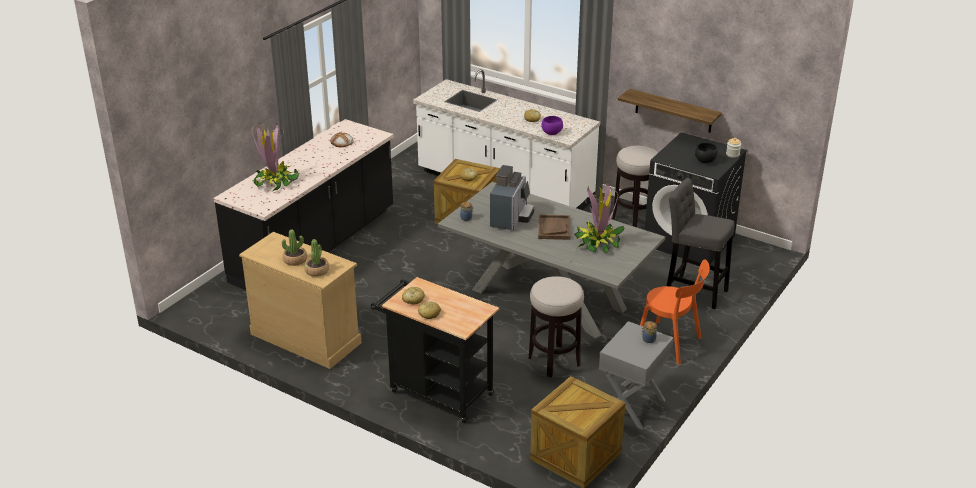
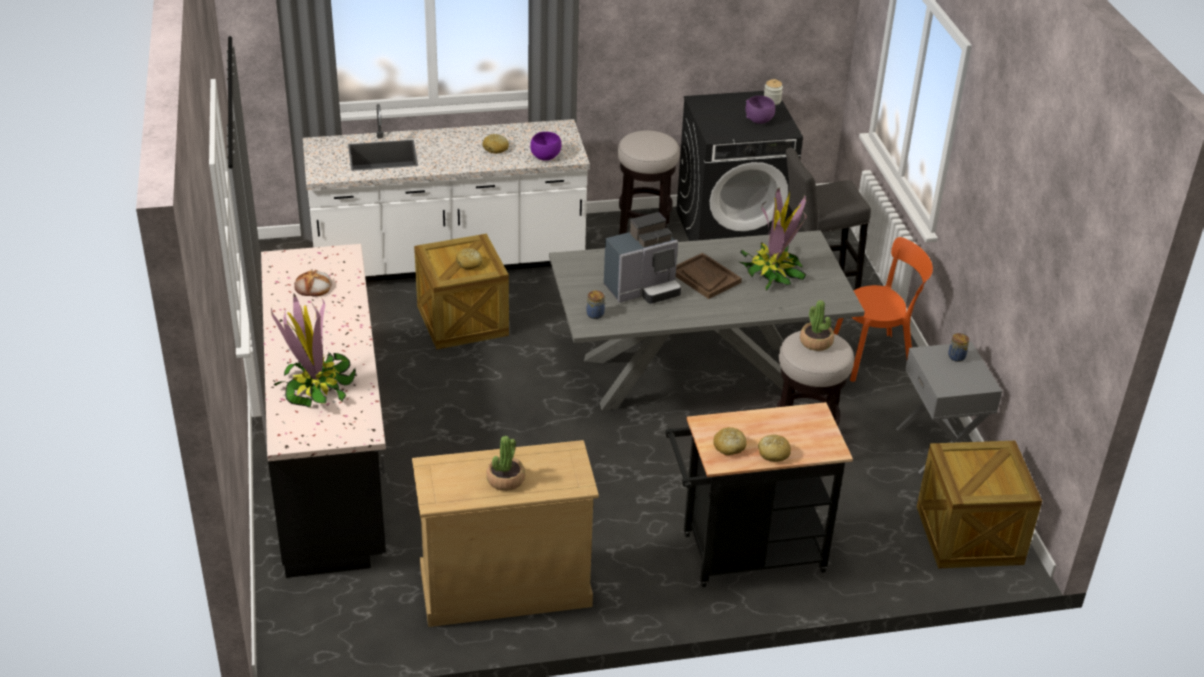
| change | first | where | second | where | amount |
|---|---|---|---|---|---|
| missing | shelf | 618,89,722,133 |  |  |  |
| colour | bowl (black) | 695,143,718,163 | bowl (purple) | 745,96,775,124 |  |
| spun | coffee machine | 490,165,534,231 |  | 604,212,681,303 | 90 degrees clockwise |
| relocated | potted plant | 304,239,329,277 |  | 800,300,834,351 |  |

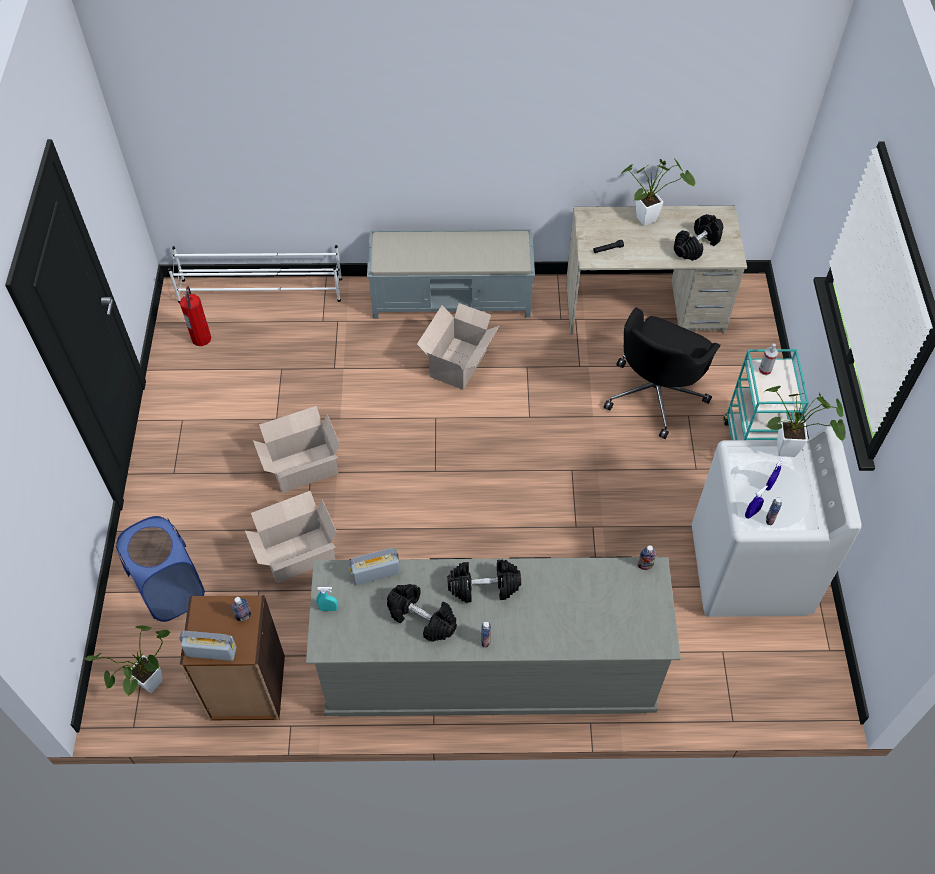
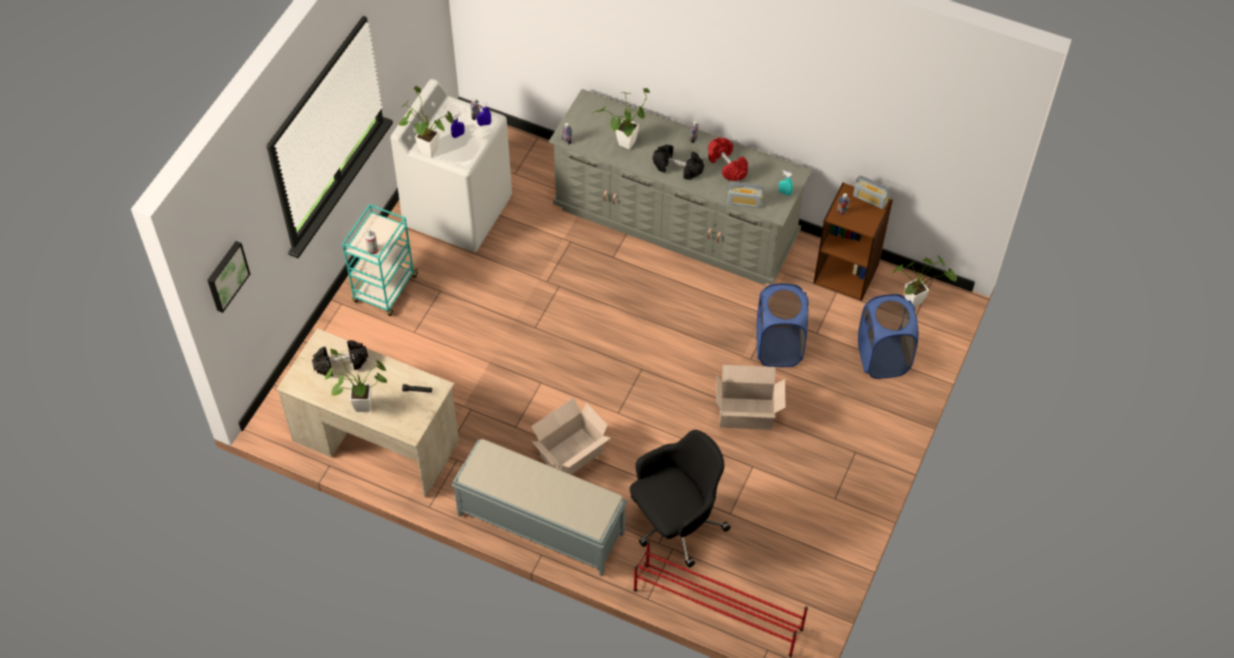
| change | first | where | second | where | amount |
|---|---|---|---|---|---|
| colour | shoe rack (white) | 168,245,342,303 | shoe rack (red) | 634,541,808,657 |  |
| missing | fire extinguisher | 180,286,211,346 |  |  |  |
| relocated | office chair (black) | 604,307,721,439 |  | 630,430,731,567 |  |
| exchanged | cardboard box | 245,491,337,583 | laundry basket (blue) | 756,284,809,367 |  |
| colour | dumbbell (black) | 387,584,457,642 | dumbbell (red) | 708,137,748,181 |  |
| appeared |  |  | potted plant | 594,88,650,149 |  |
| appeared |  |  | picture | 208,241,250,313 |  |

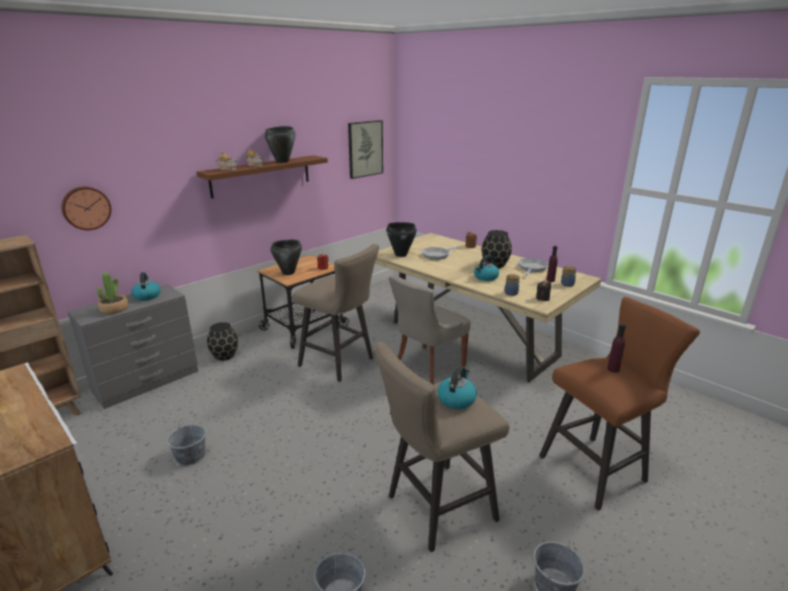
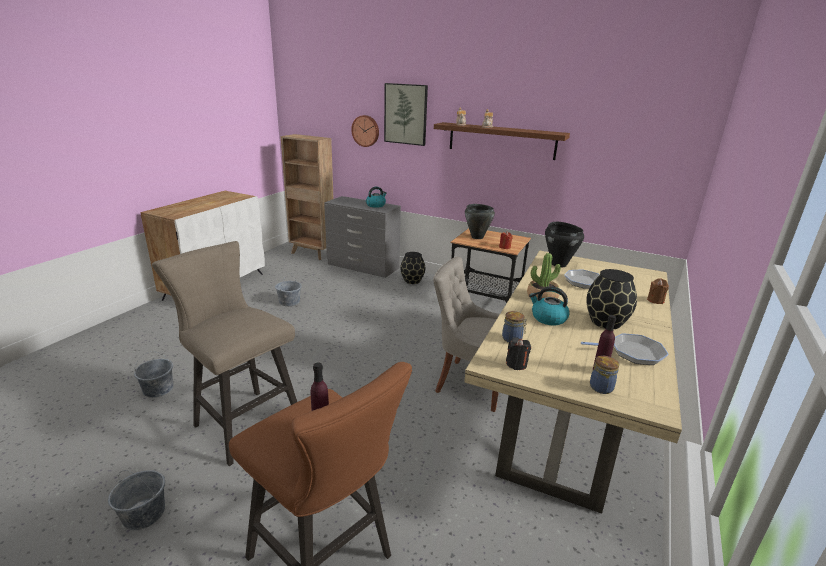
| change | first | where | second | where | amount |
|---|---|---|---|---|---|
| relocated | picture | 348,120,383,179 |  | 384,83,428,146 |  |
| missing | cooking pot (black) | 265,126,295,163 |  |  |  |
| missing | stool (beige) | 292,244,379,382 |  |  |  |
| relocated | potted plant | 97,272,129,314 |  | 527,253,561,299 |  |
| missing | kettle | 438,366,477,409 |  |  |  |

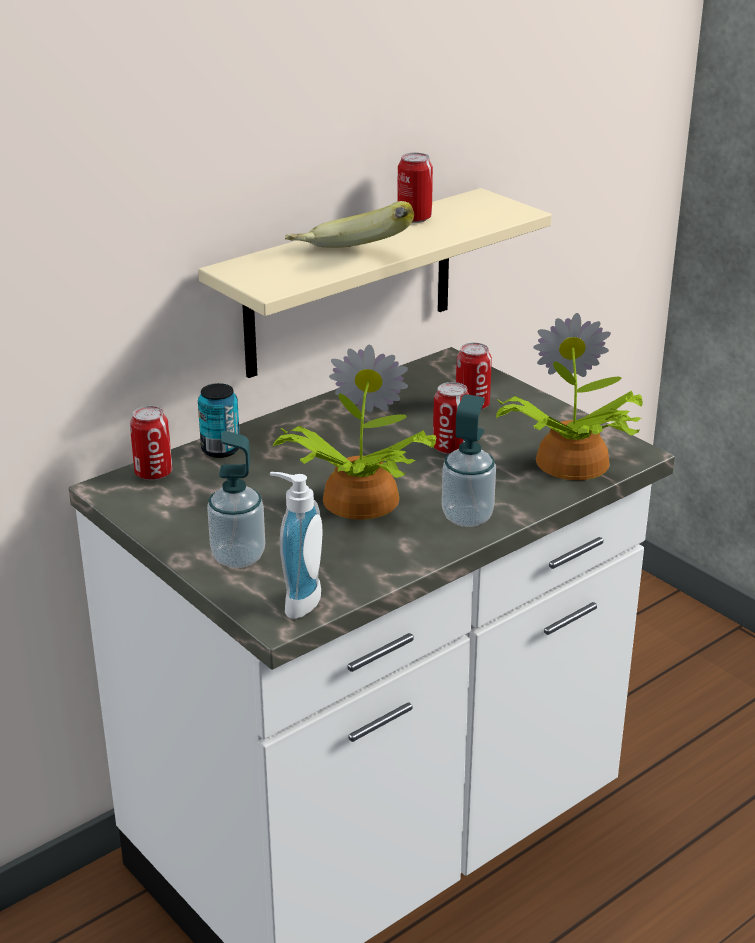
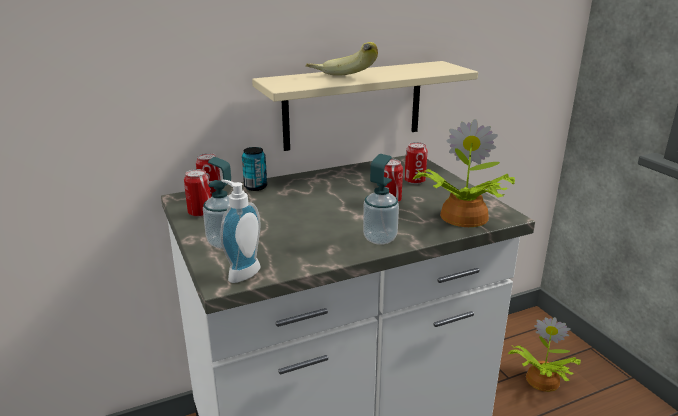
| change | first | where | second | where | amount |
|---|---|---|---|---|---|
| relocated | can | 397,153,433,223 |  | 184,169,211,217 |  |
| relocated | potted plant | 271,344,436,520 |  | 509,317,581,392 |  |

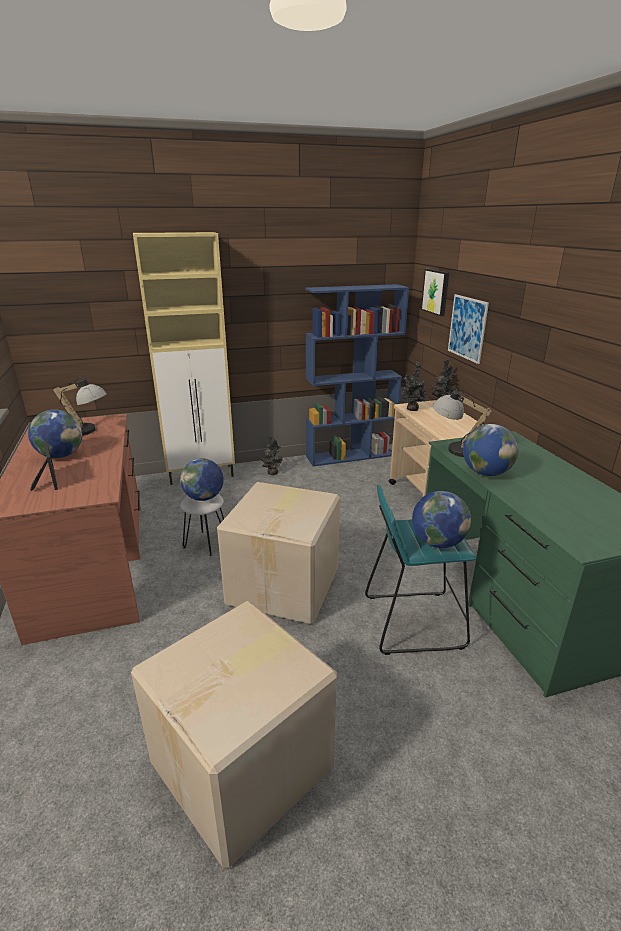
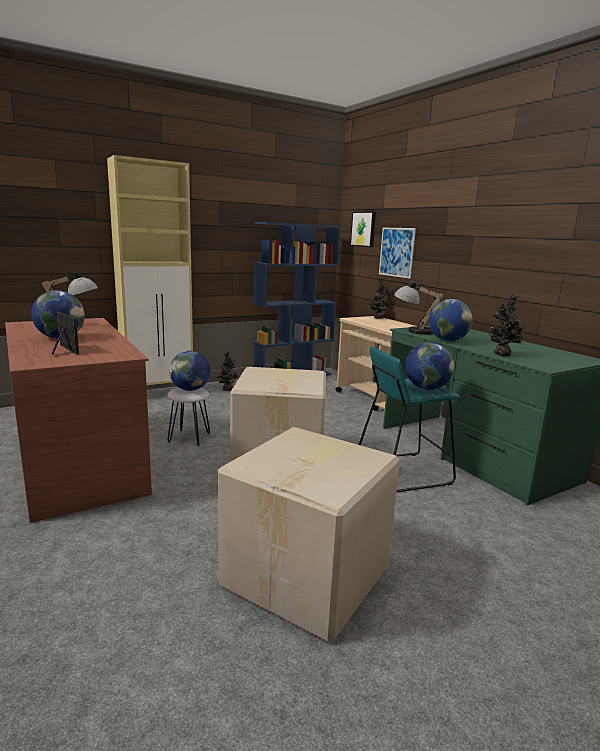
| change | first | where | second | where | amount |
|---|---|---|---|---|---|
| relocated | potted plant | 402,362,429,411 |  | 489,293,525,356 |  |

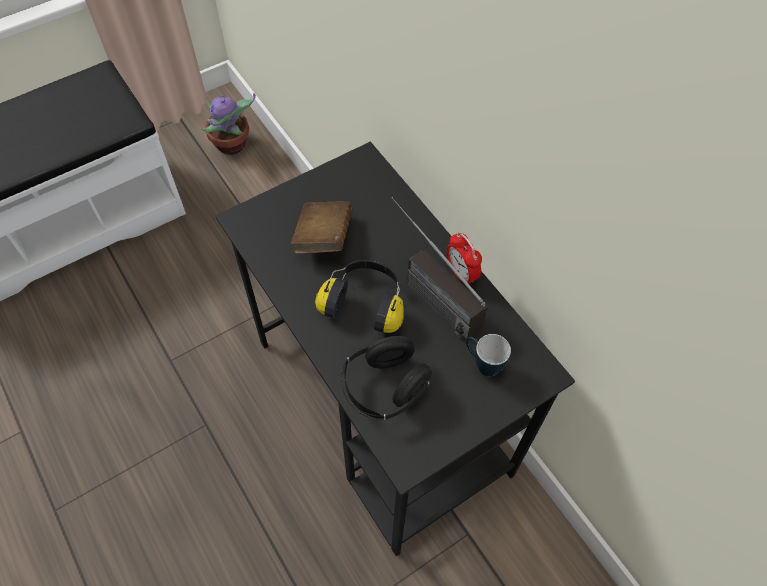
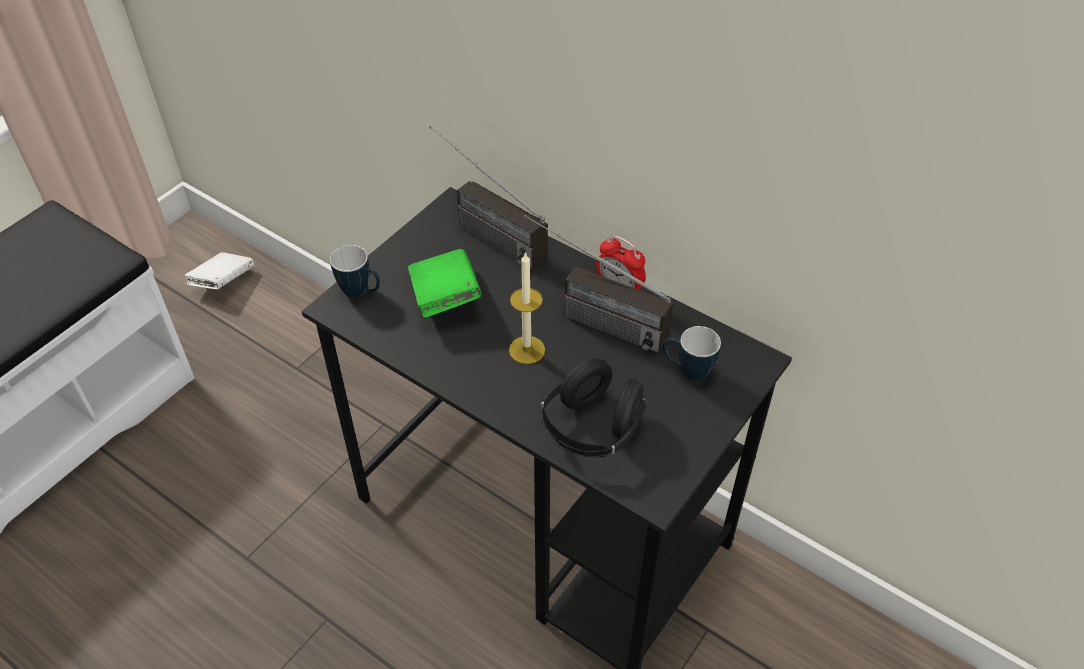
| change | first | where | second | where | amount |
|---|---|---|---|---|---|
| exchanged | potted plant | 201,93,256,155 | book (white) | 184,252,254,289 |  |
| colour | book (brown) | 291,201,353,253 | book (green) | 408,249,481,318 |  |
| exchanged | headphones | 315,260,404,333 | candle | 509,252,545,364 |  |
| appeared |  |  | radio | 429,126,548,270 |  |
| appeared |  |  | mug | 330,245,380,298 |  |

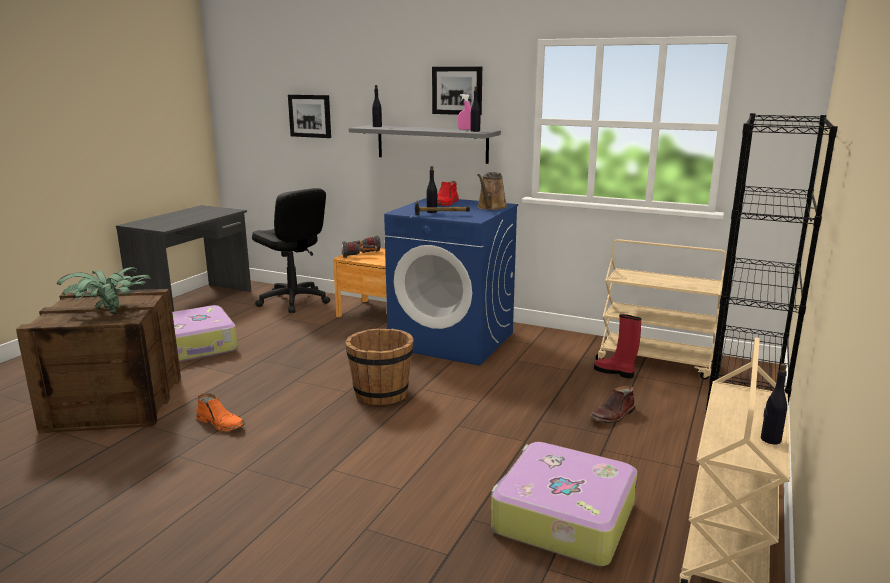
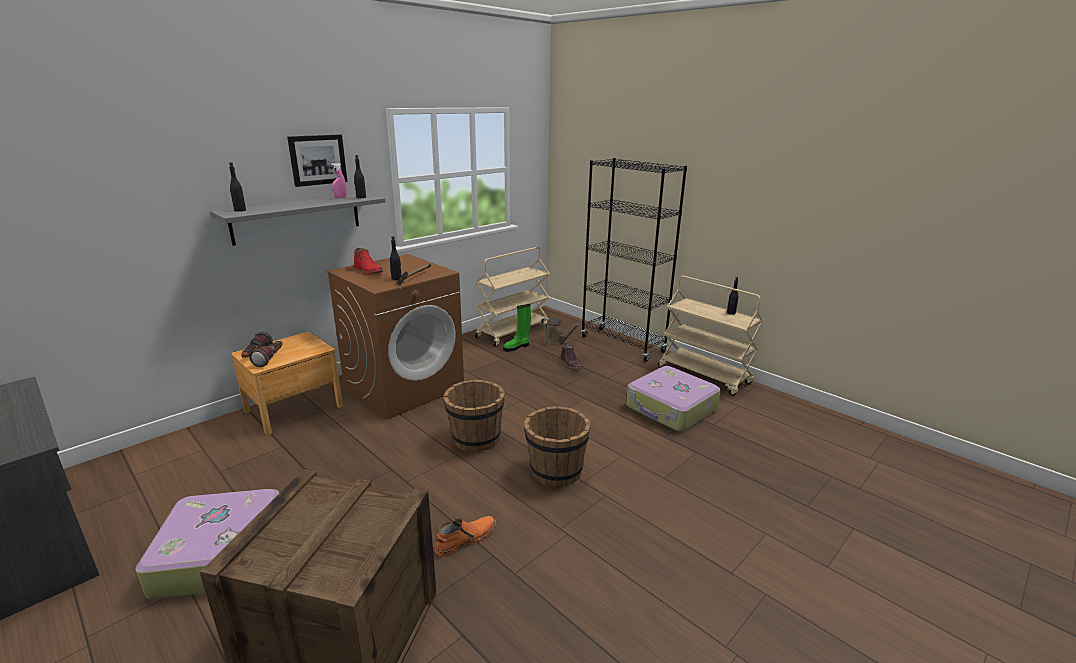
| change | first | where | second | where | amount |
|---|---|---|---|---|---|
| missing | picture | 288,94,331,138 |  |  |  |
| relocated | watering can (brown) | 477,172,508,210 |  | 541,317,580,347 |  |
| missing | office chair (black) | 252,188,330,313 |  |  |  |
| colour | washing machine (blue) | 384,198,518,366 | washing machine (brown) | 326,254,464,420 |  |
| missing | potted plant | 57,267,151,314 |  |  |  |
| colour | boot (red) | 594,314,641,378 | boot (green) | 503,304,531,352 |  |
| appeared |  |  | bucket (brown) | 524,406,591,487 |  |

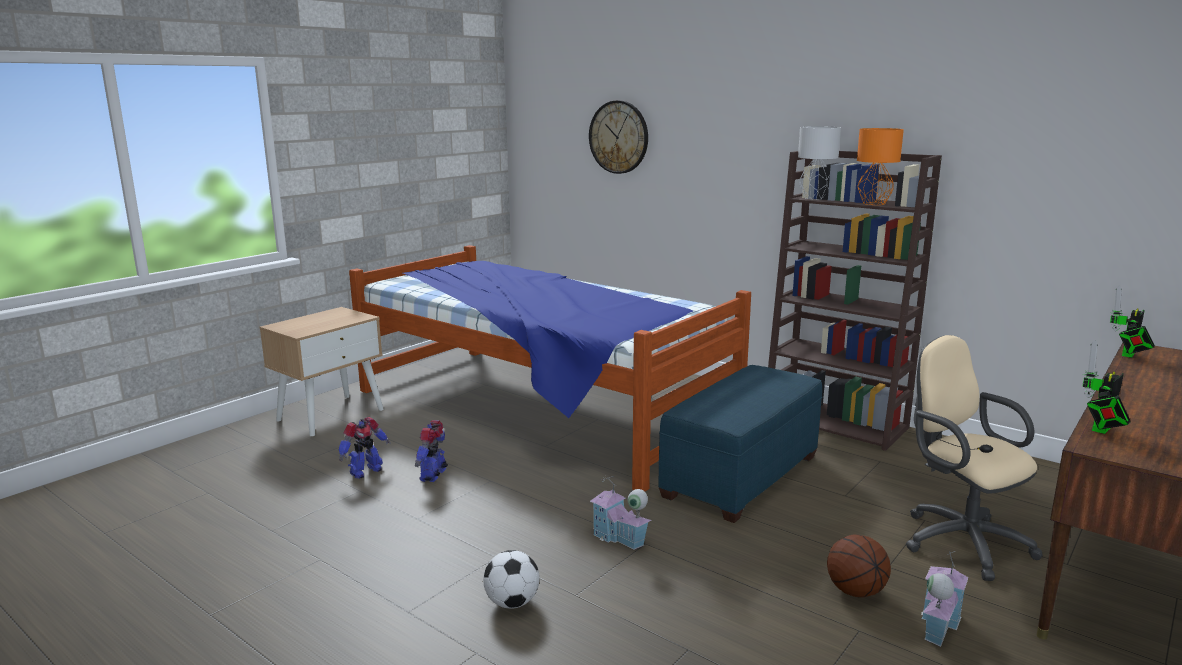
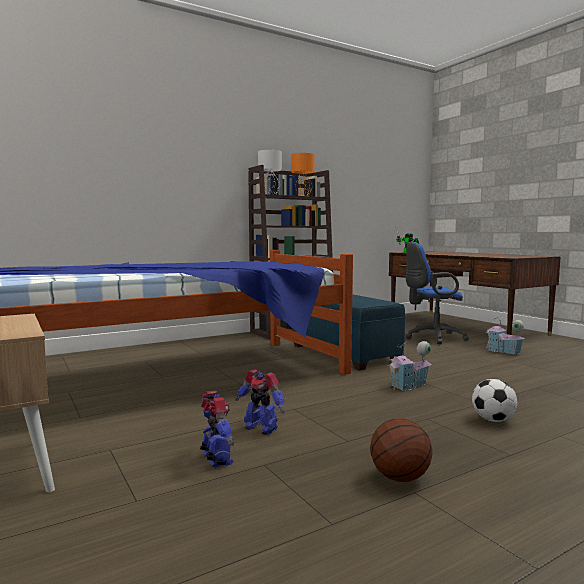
| change | first | where | second | where | amount |
|---|---|---|---|---|---|
| missing | wall clock | 589,100,648,174 |  |  |  |
| colour | office chair (beige) | 906,335,1043,581 | office chair (blue) | 406,242,469,344 |  |
| missing | toy robot | 1082,340,1131,434 |  |  |  |
| relocated | basketball | 827,534,891,598 |  | 370,418,433,482 |  |

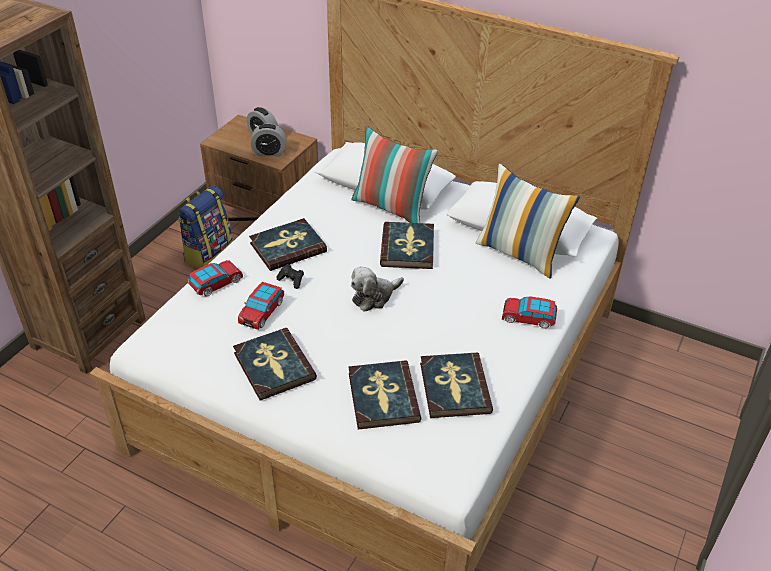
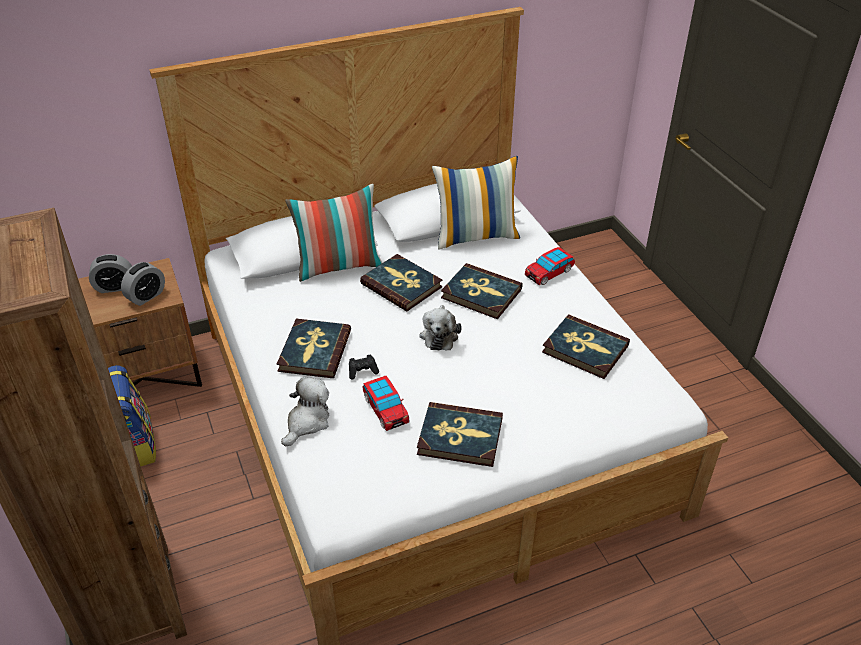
| change | first | where | second | where | amount |
|---|---|---|---|---|---|
| exchanged | toy car | 187,260,243,296 | plush toy | 281,377,329,446 |  |
| relocated | book | 349,360,421,429 |  | 441,263,522,319 |  |

